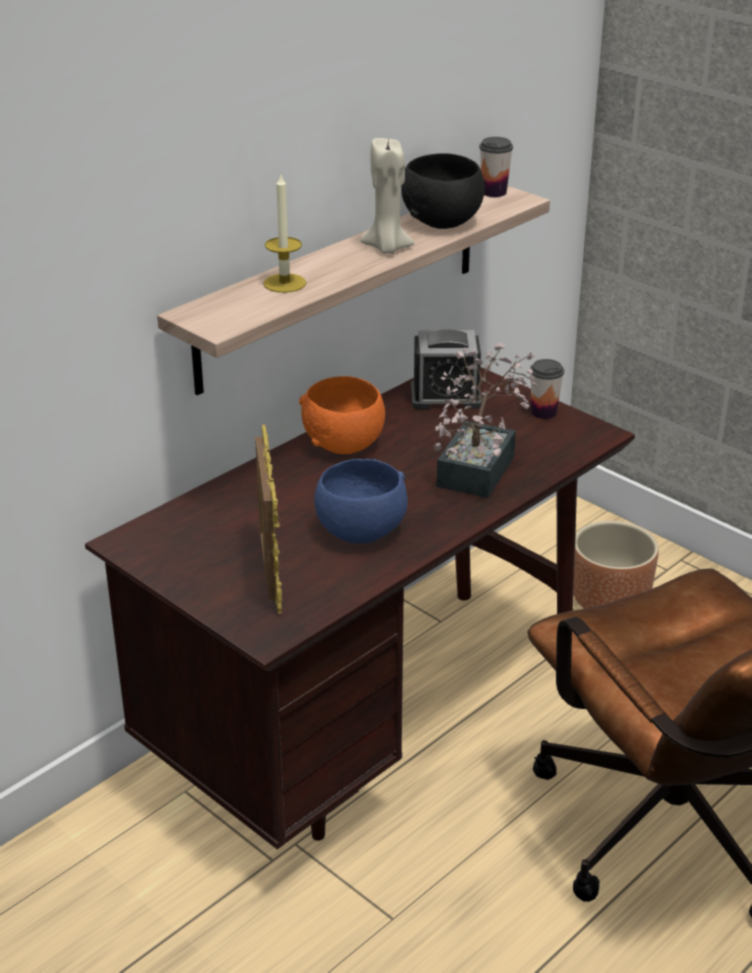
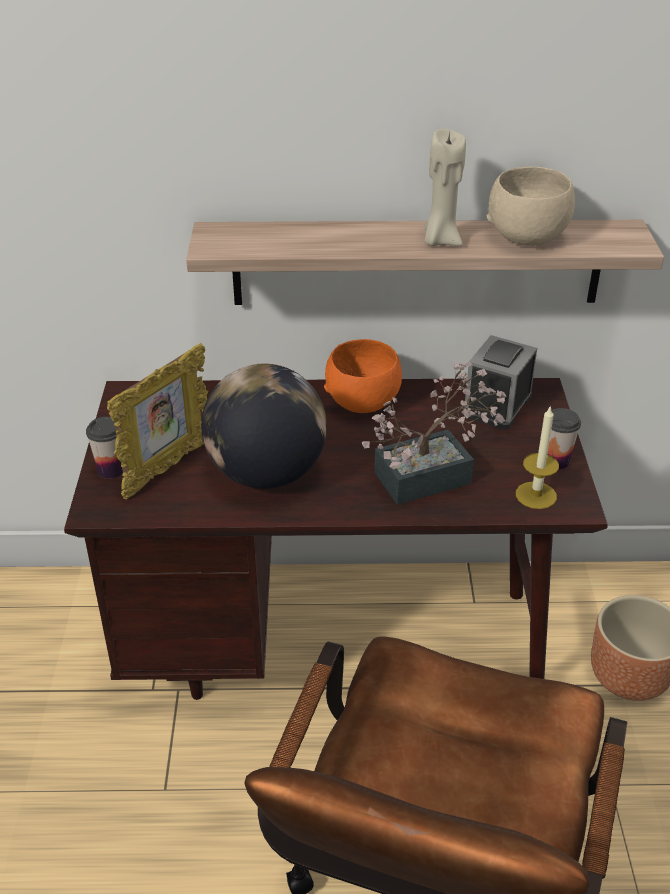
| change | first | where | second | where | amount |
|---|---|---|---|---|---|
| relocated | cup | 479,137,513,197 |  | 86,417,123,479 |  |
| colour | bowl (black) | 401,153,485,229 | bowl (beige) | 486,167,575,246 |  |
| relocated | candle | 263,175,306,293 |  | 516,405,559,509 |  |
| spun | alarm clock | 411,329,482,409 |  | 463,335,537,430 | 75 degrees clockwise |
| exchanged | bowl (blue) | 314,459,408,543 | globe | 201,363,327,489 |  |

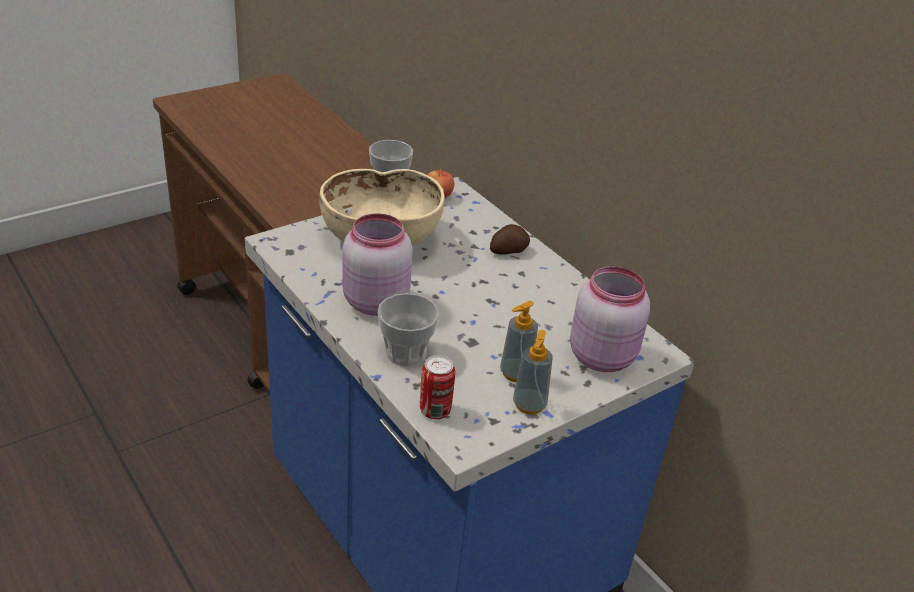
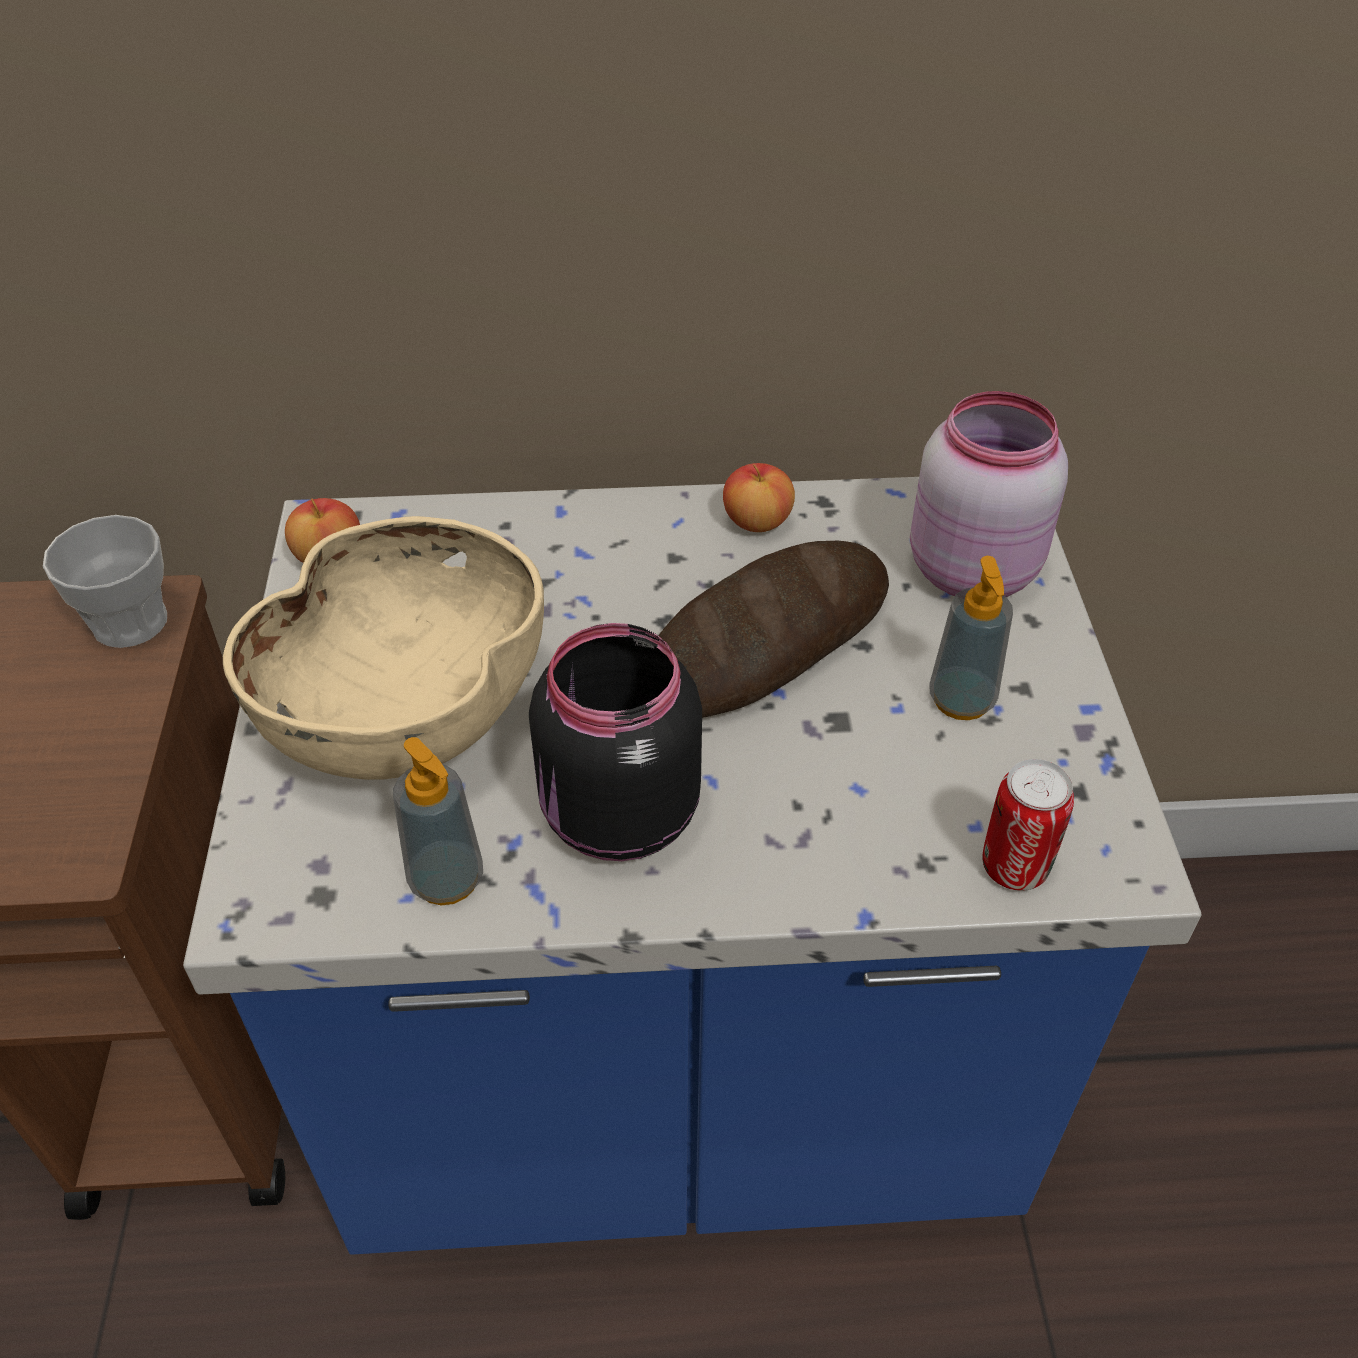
| change | first | where | second | where | amount |
|---|---|---|---|---|---|
| colour | jar (pink) | 342,213,413,316 | jar (black) | 529,623,702,861 |  |
| missing | potato | 490,224,530,255 |  |  |  |
| missing | cup | 377,293,439,366 |  |  |  |
| relocated | soap dispenser | 513,330,552,415 |  | 393,737,483,905 |  |
| appeared |  |  | apple | 723,463,795,532 |  |
| appeared |  |  | bread | 658,541,889,718 |  |

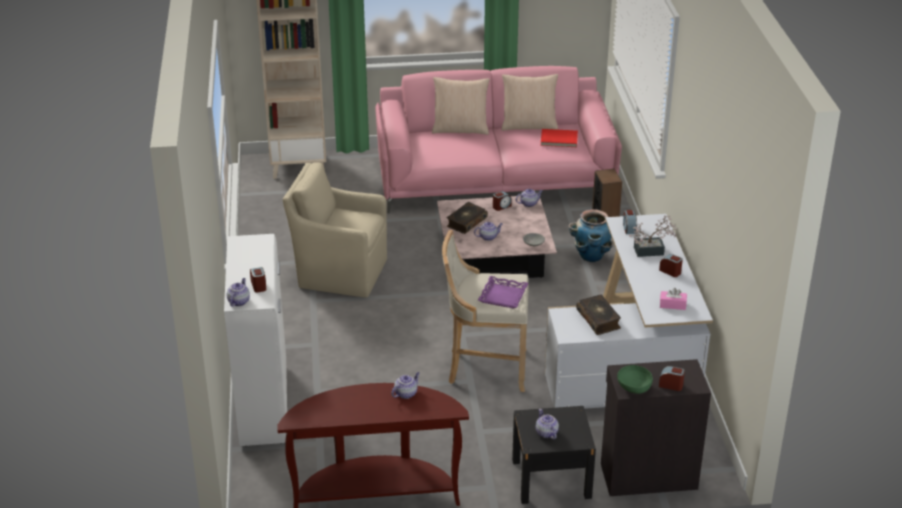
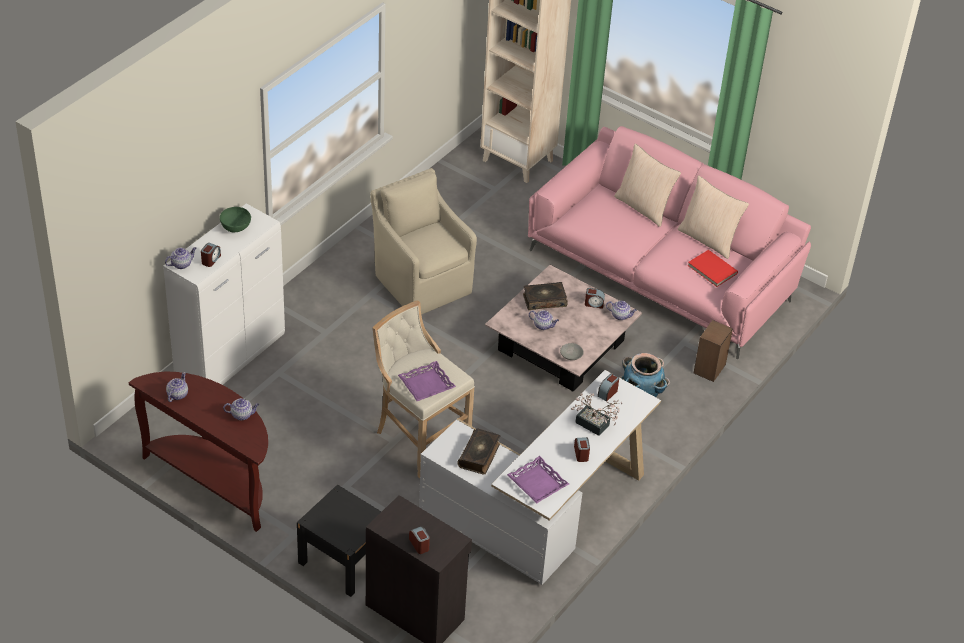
| change | first | where | second | where | amount |
|---|---|---|---|---|---|
| exchanged | tissue box (pink) | 660,288,687,310 | tray (purple) | 507,456,569,504 |  |
| relocated | bowl (green) | 617,365,653,394 |  | 220,207,251,232 |  |
| relocated | teapot | 536,409,559,440 |  | 166,372,188,402 |  |

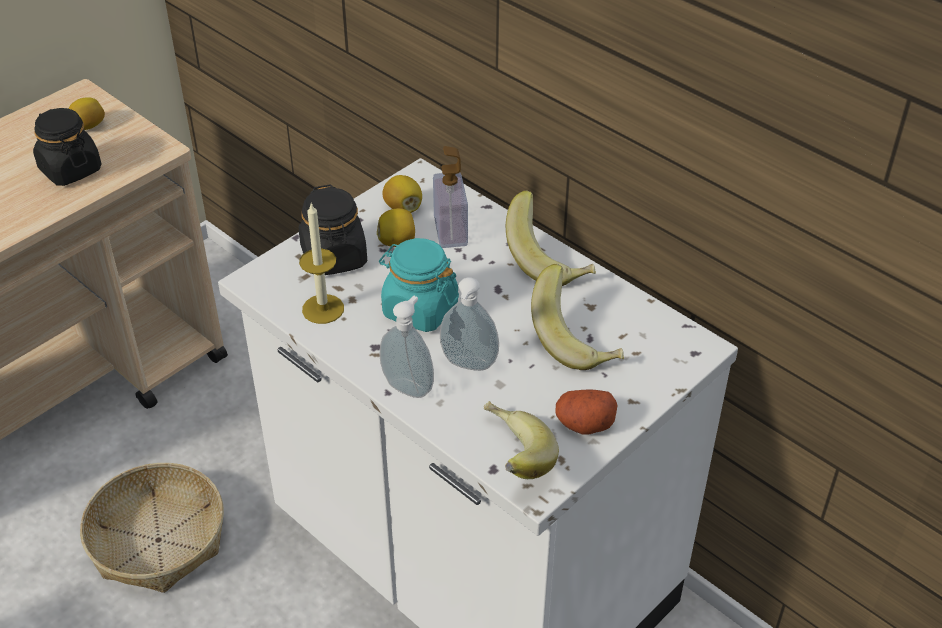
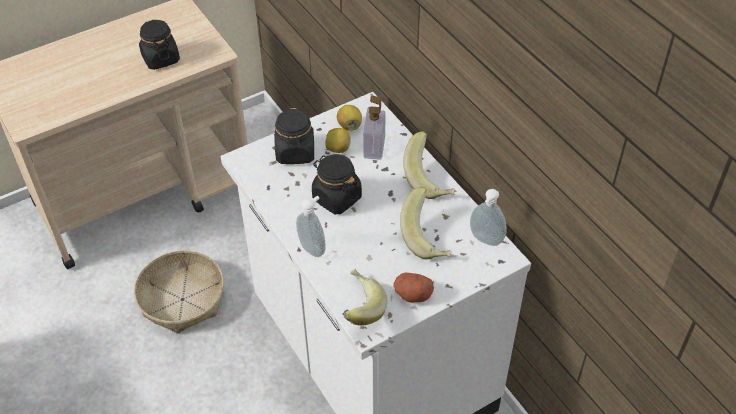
| change | first | where | second | where | amount |
|---|---|---|---|---|---|
| missing | lemon | 68,97,105,130 |  |  |  |
| missing | candle | 299,202,344,324 |  |  |  |
| colour | jar (turquoise) | 379,238,459,332 | jar (black) | 312,154,362,214 |  |
| relocated | soap dispenser | 440,277,499,371 |  | 470,189,507,246 |  |

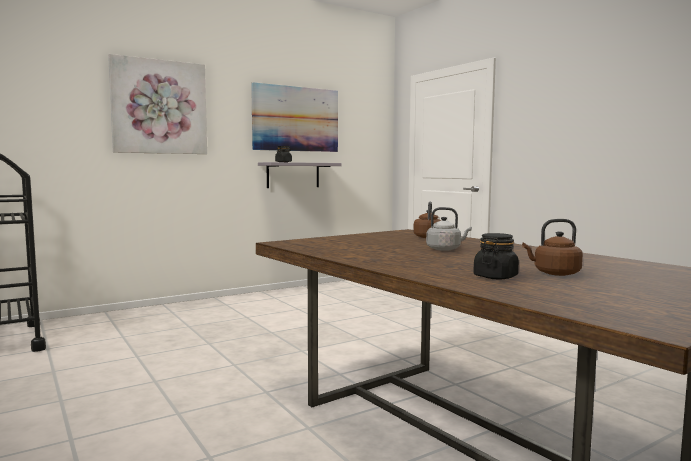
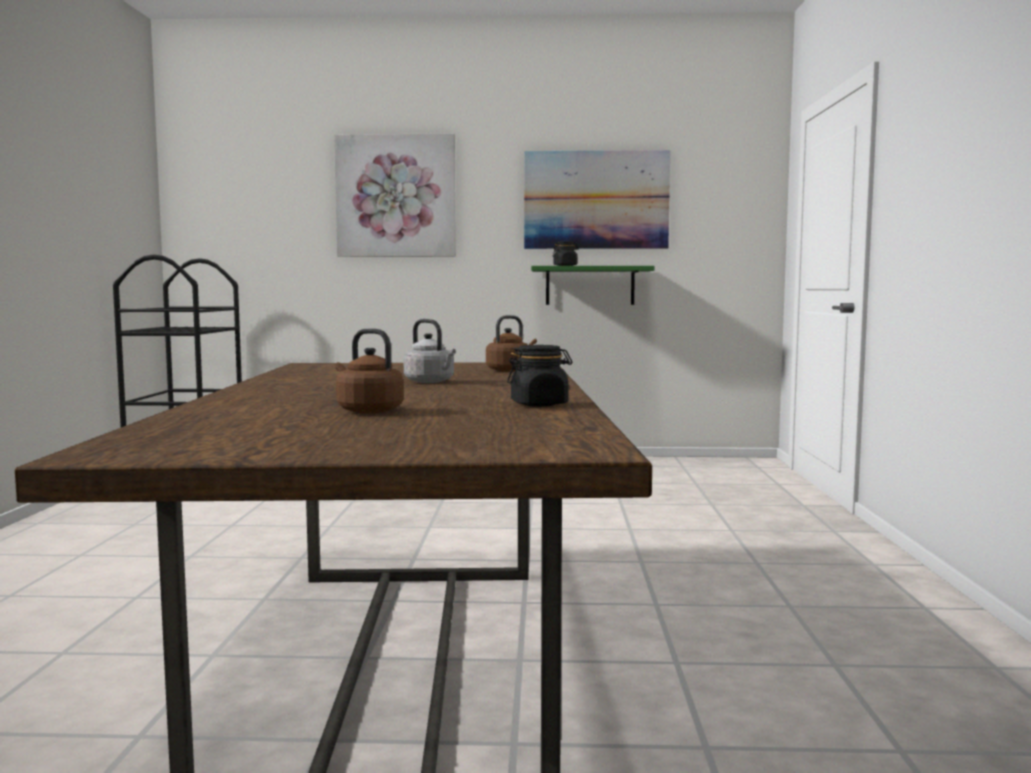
| change | first | where | second | where | amount |
|---|---|---|---|---|---|
| colour | shelf (grey) | 258,162,342,188 | shelf (green) | 531,266,655,305 |  |
| relocated | jar (black) | 473,233,519,279 |  | 507,345,572,407 |  |

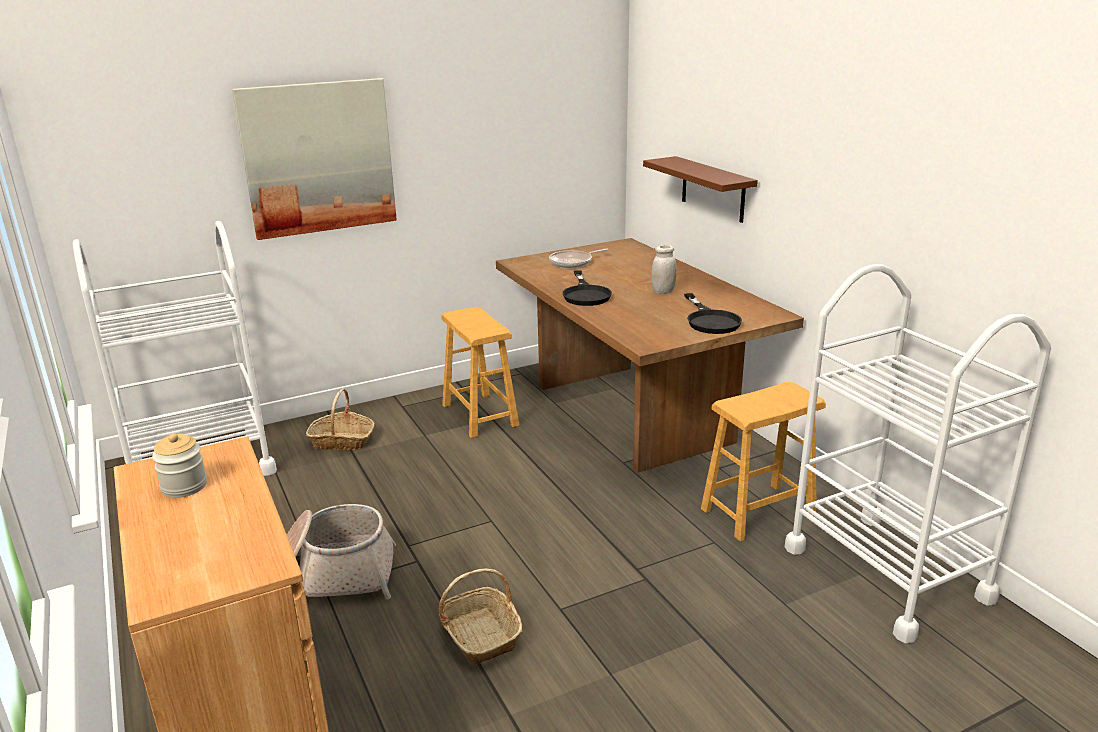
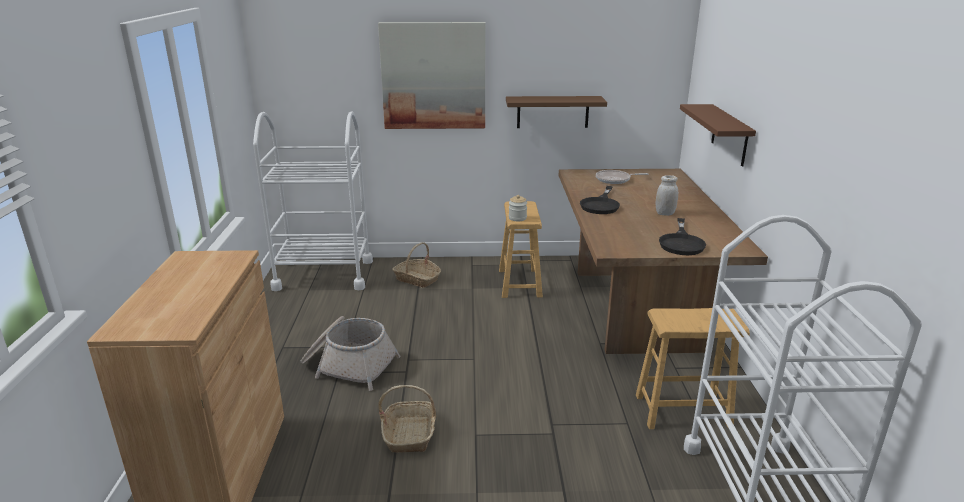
| change | first | where | second | where | amount |
|---|---|---|---|---|---|
| relocated | jar | 152,433,207,498 |  | 509,195,527,221 |  |
| appeared |  |  | shelf (brown) | 506,96,607,128 |  |

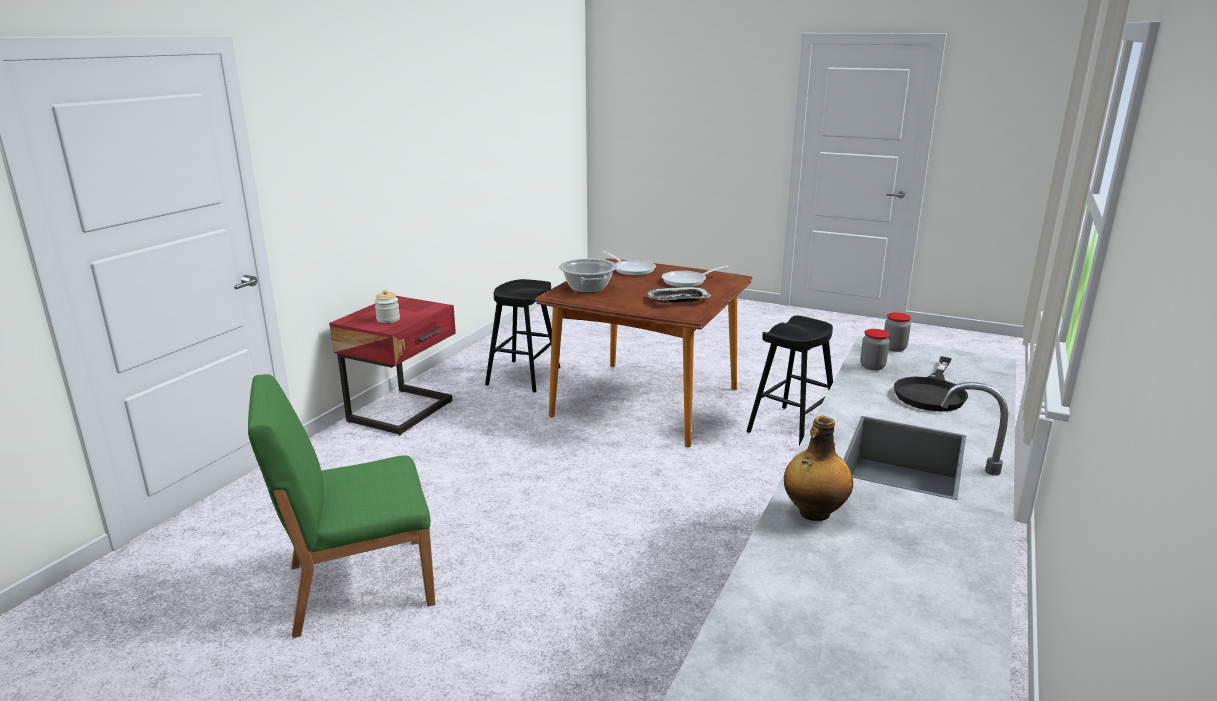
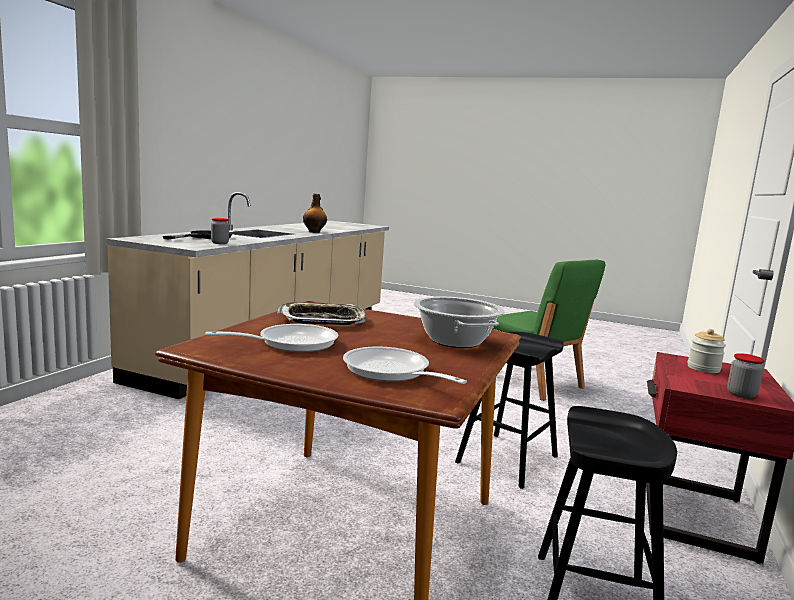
| change | first | where | second | where | amount |
|---|---|---|---|---|---|
| relocated | jar | 884,312,911,352 |  | 727,353,764,399 |  |
| relocated | stool (black) | 746,315,833,445 |  | 455,332,564,489 |  |
| spun | chair (green) | 248,374,435,638 |  | 492,260,605,401 | 75 degrees clockwise |

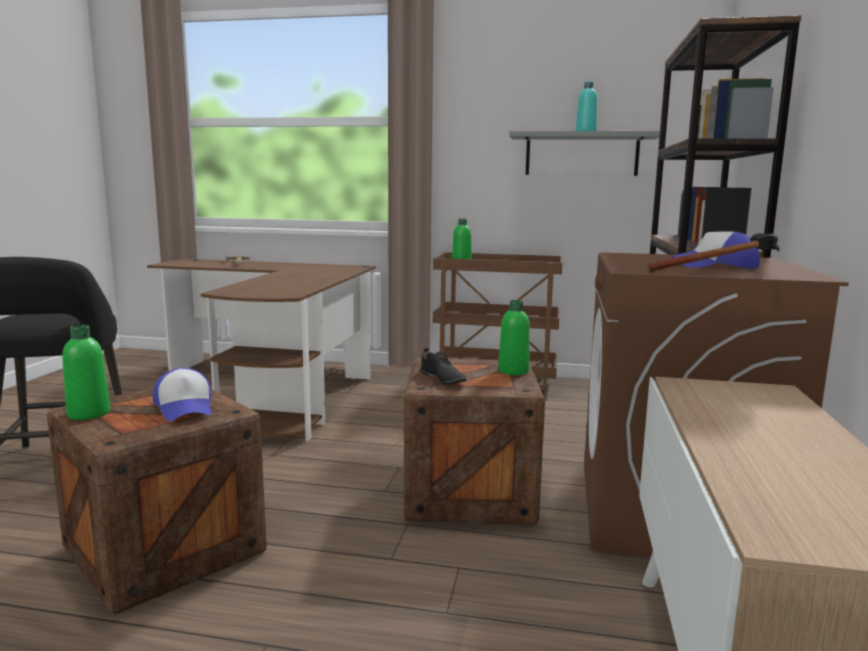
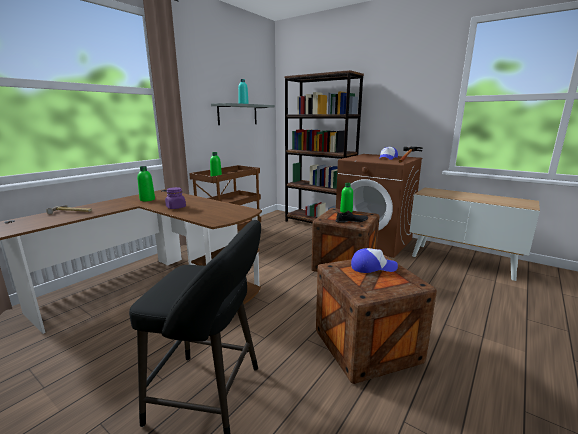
| change | first | where | second | where | amount |
|---|---|---|---|---|---|
| relocated | bottle (green) | 62,325,110,420 |  | 137,166,155,201 |  |
| appeared |  |  | jar (purple) | 165,187,186,209 |  |

